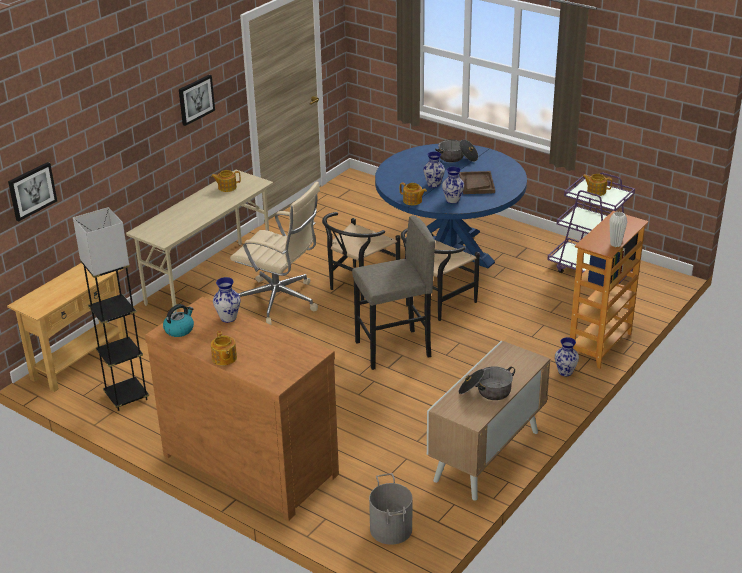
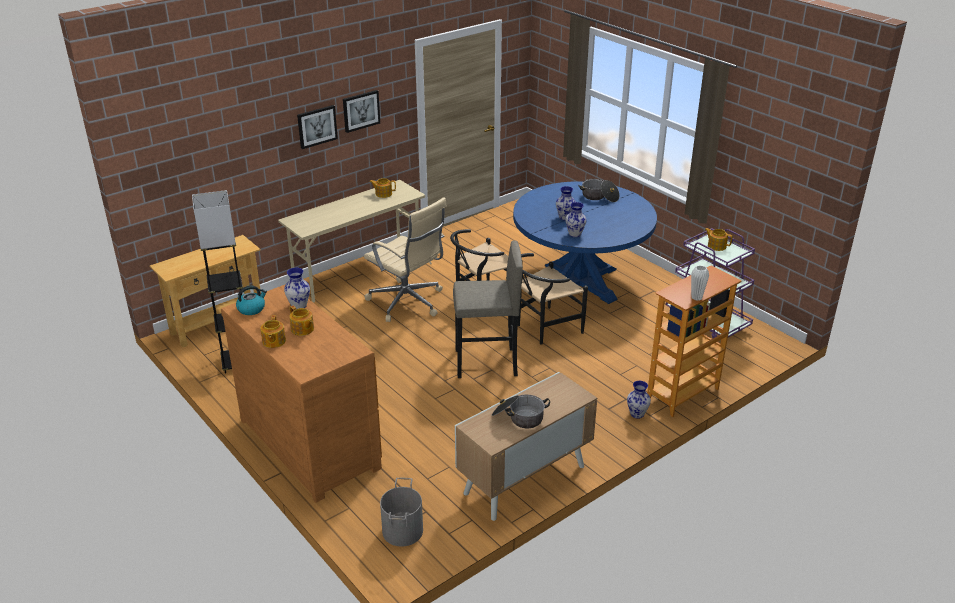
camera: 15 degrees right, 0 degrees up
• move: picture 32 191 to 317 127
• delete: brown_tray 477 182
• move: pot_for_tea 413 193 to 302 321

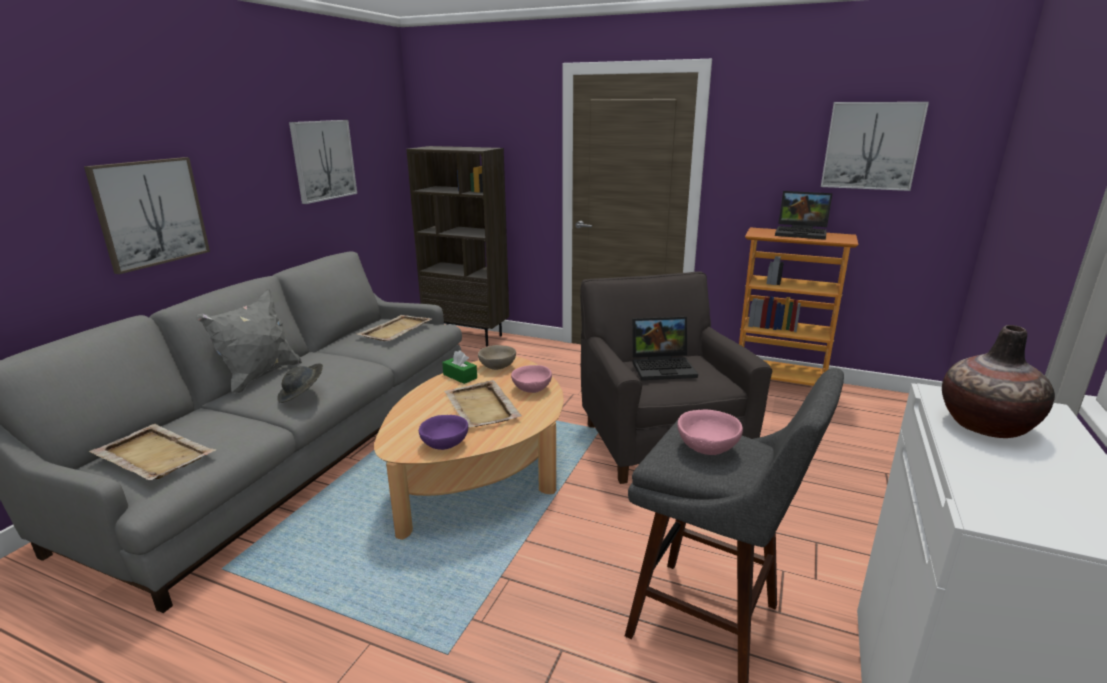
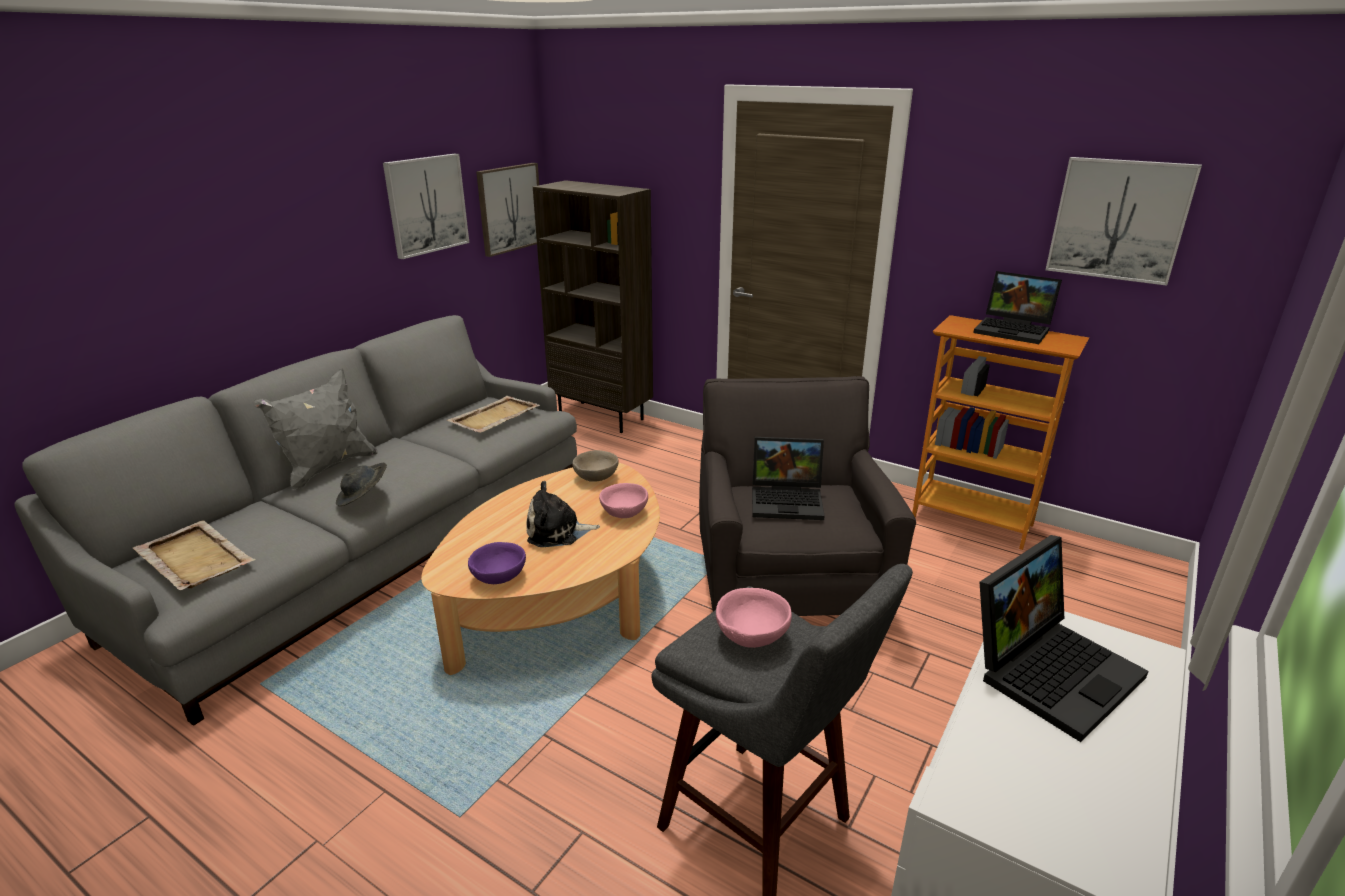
camera: 10 degrees right, 5 degrees up
• move: picture 147 215 to 507 210
• replace: flower_vase 998 381 to portable_computer 1064 638
• delete: greenish_tissue_box 459 367
• replace: sand-coloured_tray 483 404 to soft_toy 563 514

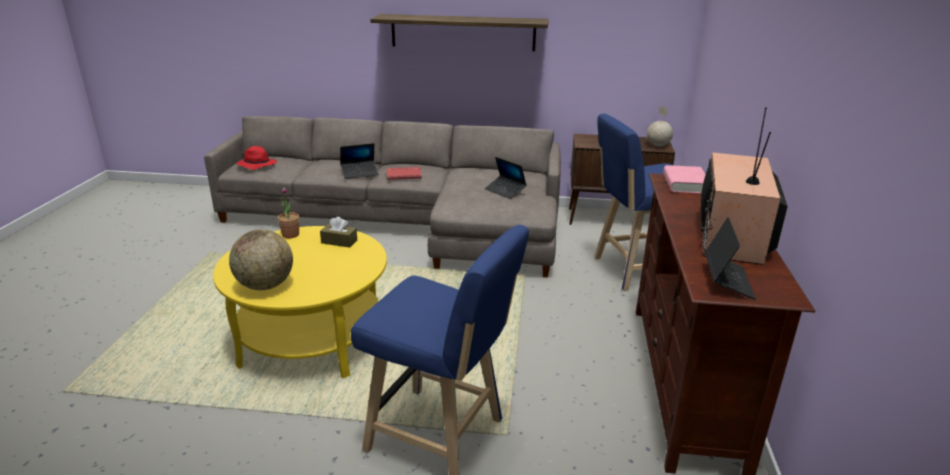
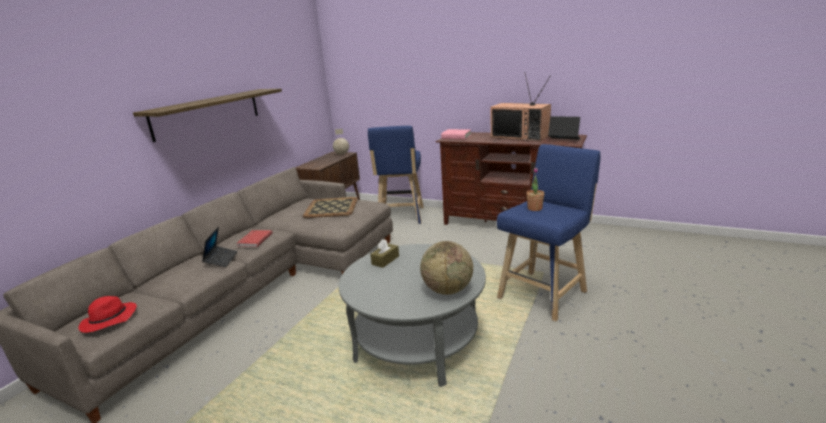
camera: 70 degrees left, 5 degrees down
• replace: portable_computer 506 178 to tray 330 207
• move: houseplant 288 212 to 535 189
• recolor: yellow-coloured_lounge_table 300 302 to grey_lounge_table 412 315

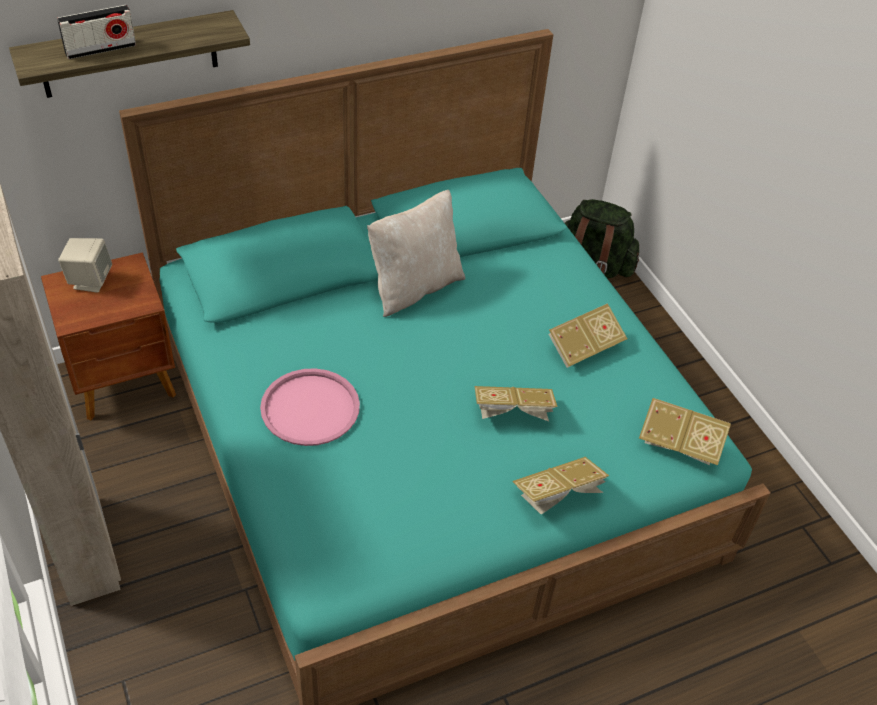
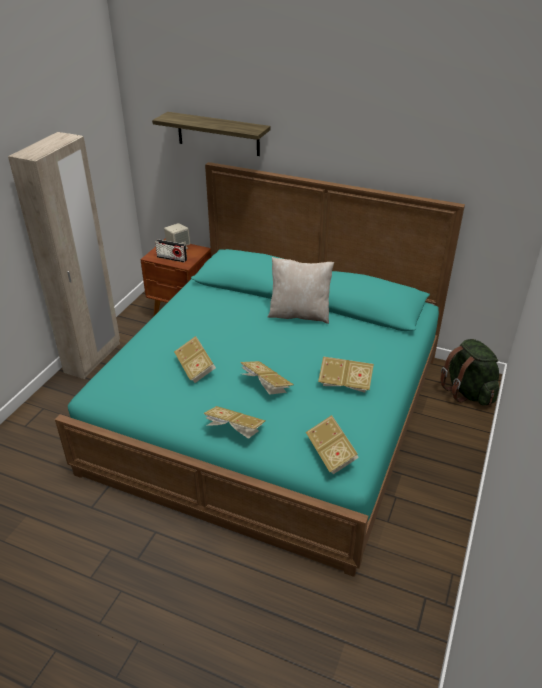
camera: 50 degrees right, 10 degrees down
• move: radio_receiver 96 32 to 171 250
• delete: pink-coloured_tray 310 407
• insert: book 195 359

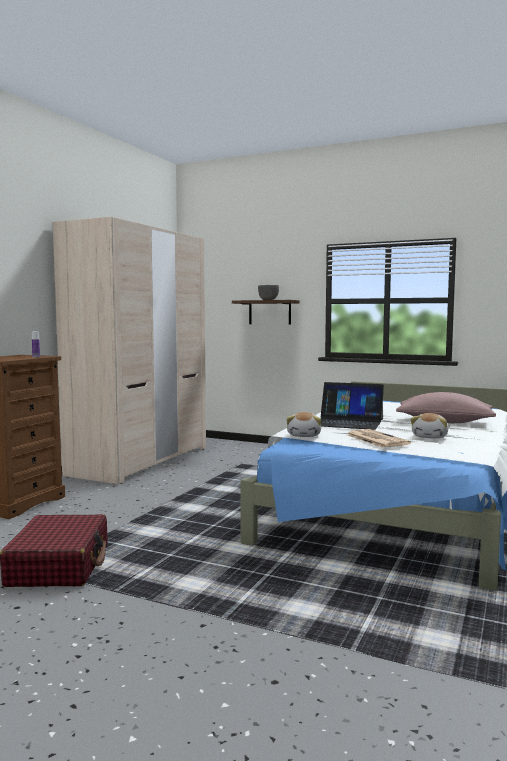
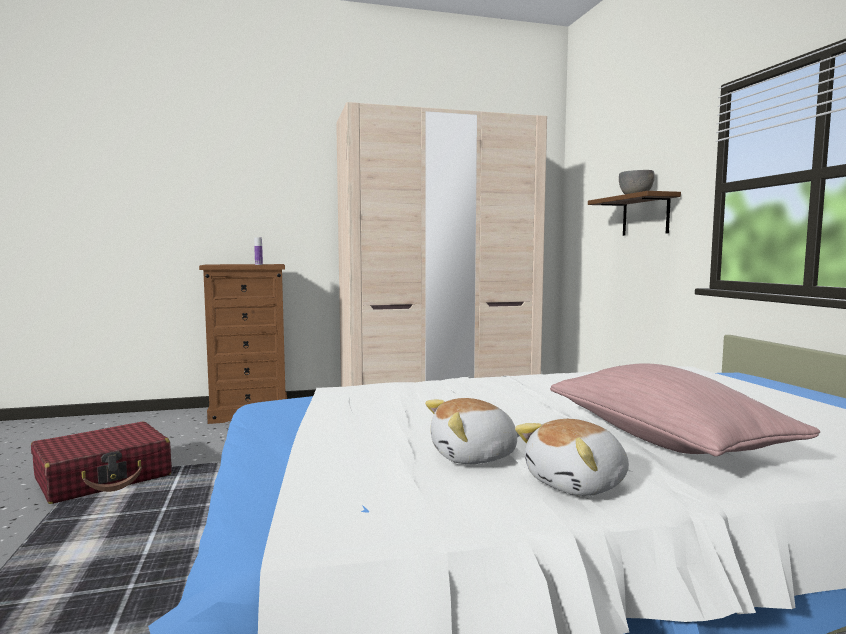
camera: 50 degrees right, 0 degrees up
• delete: portable_computer 352 406
• move: soft_toy 303 424 to 572 457
• delete: printed_paper 379 438

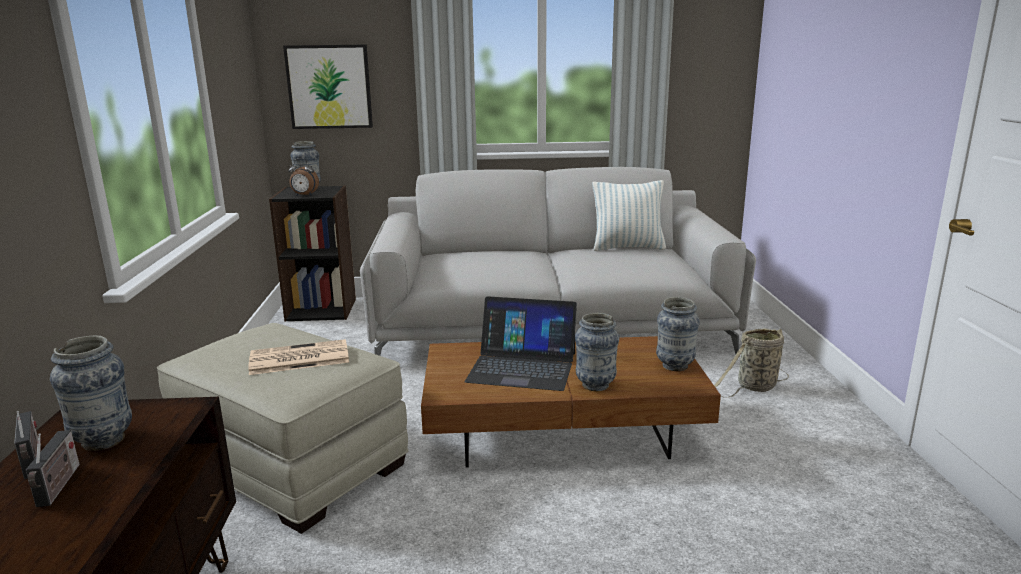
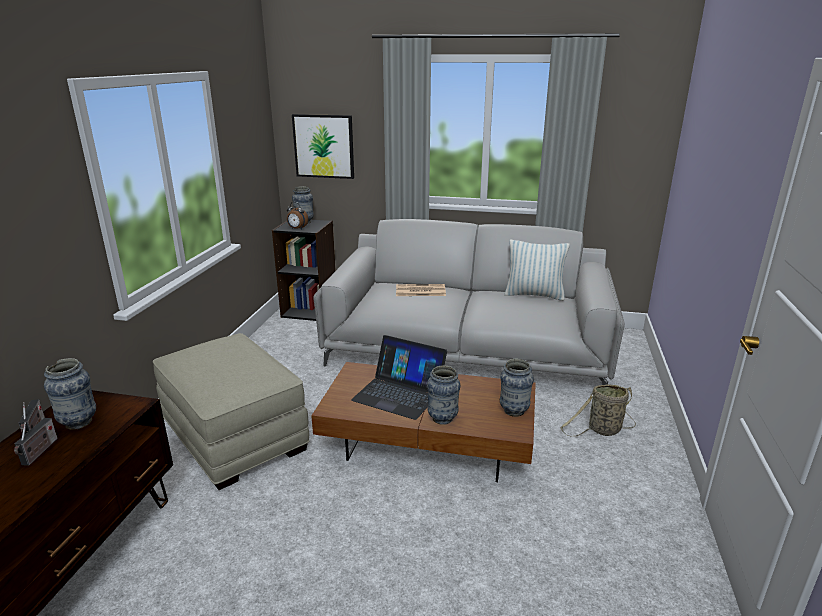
camera: 15 degrees right, 5 degrees up
• move: printed_paper 298 357 to 421 290

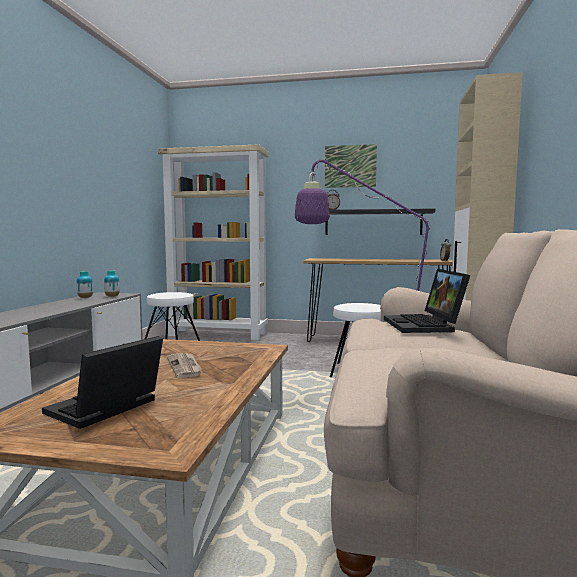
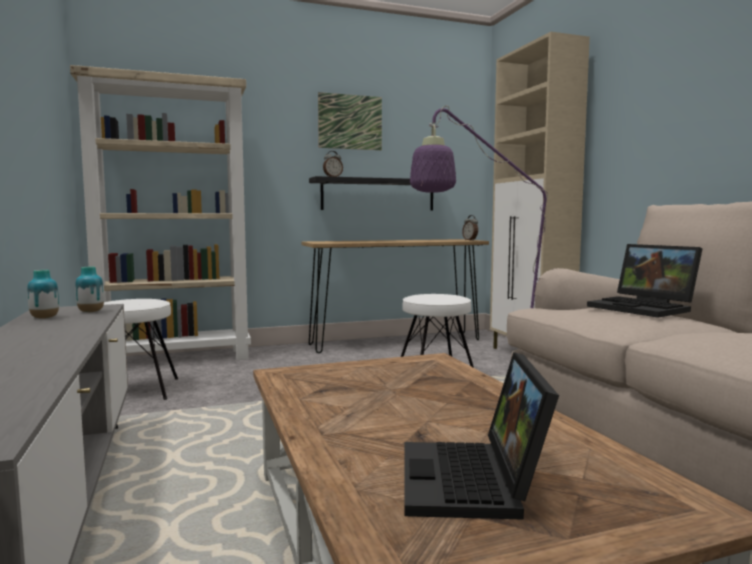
camera: 30 degrees left, 0 degrees up
• delete: printed_paper 184 365

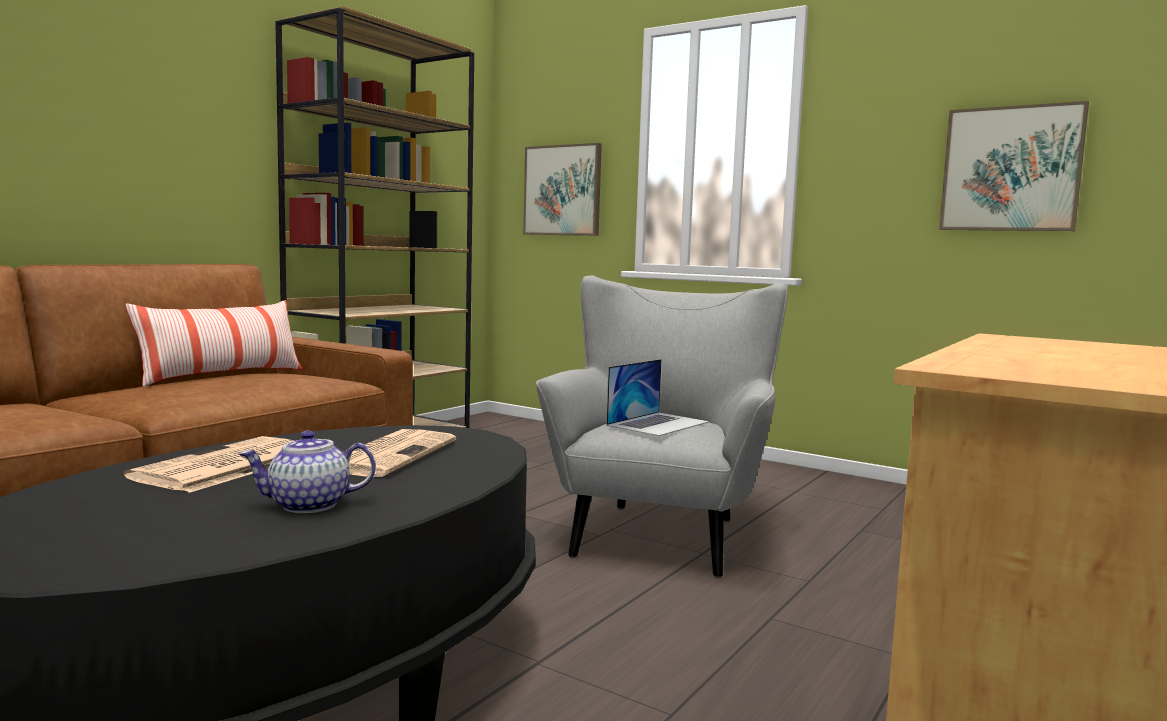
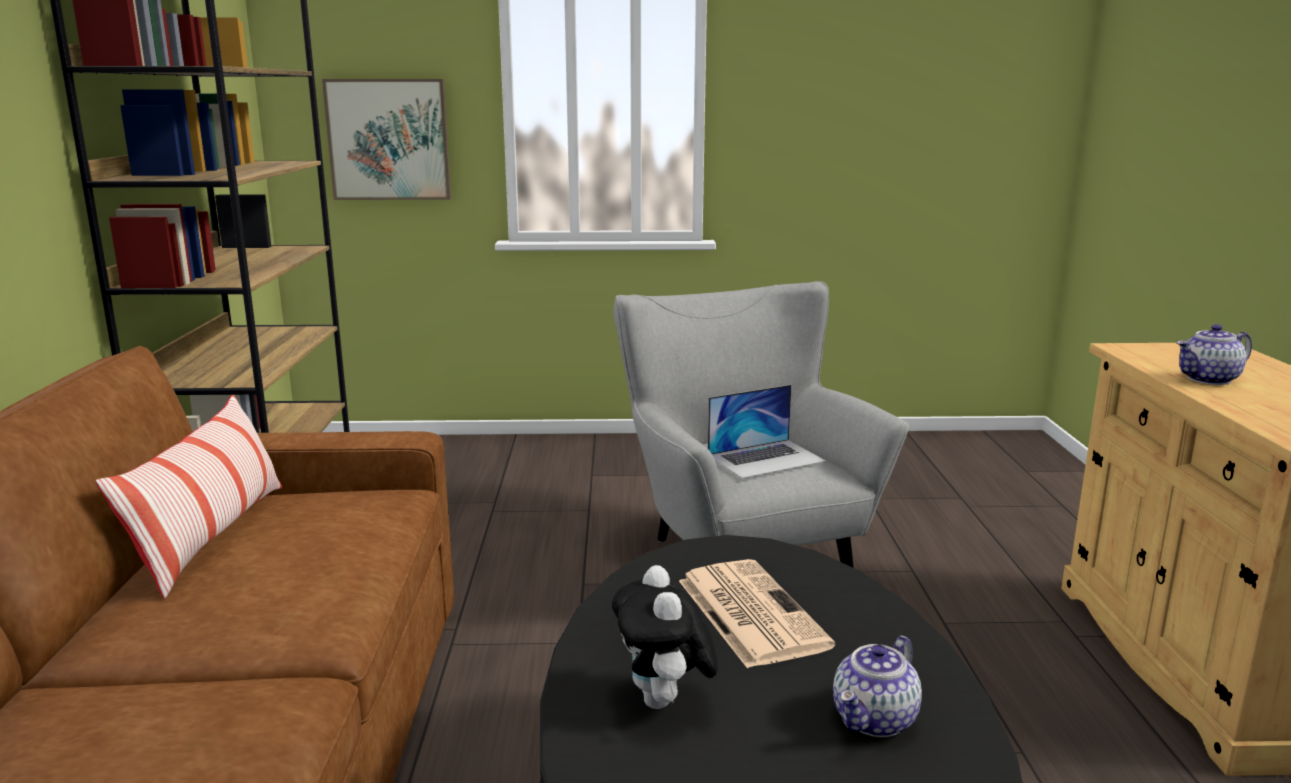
camera: 35 degrees left, 10 degrees up
• delete: picture 1014 166
• rotate: portable_computer 657 397 = 767 432 60 degrees clockwise
• replace: printed_paper 209 464 to soft_toy 665 637
• insert: pot_for_tea 1214 354

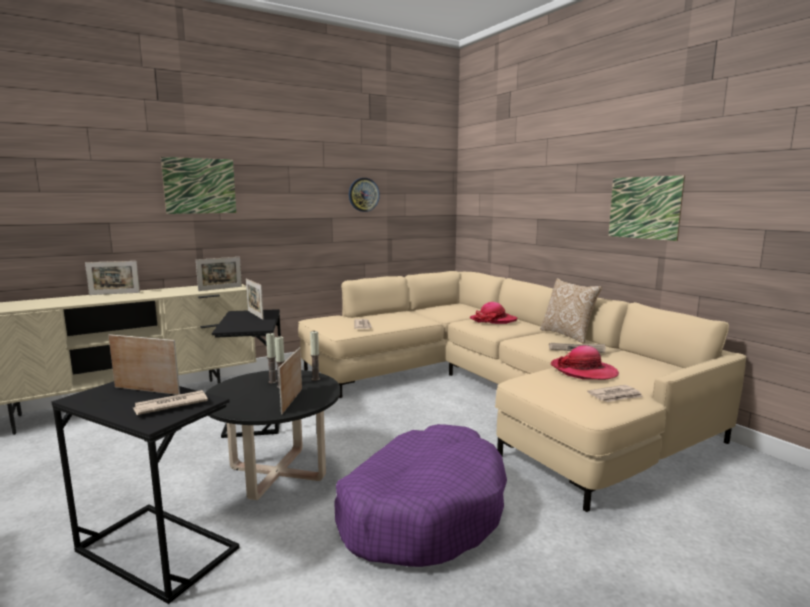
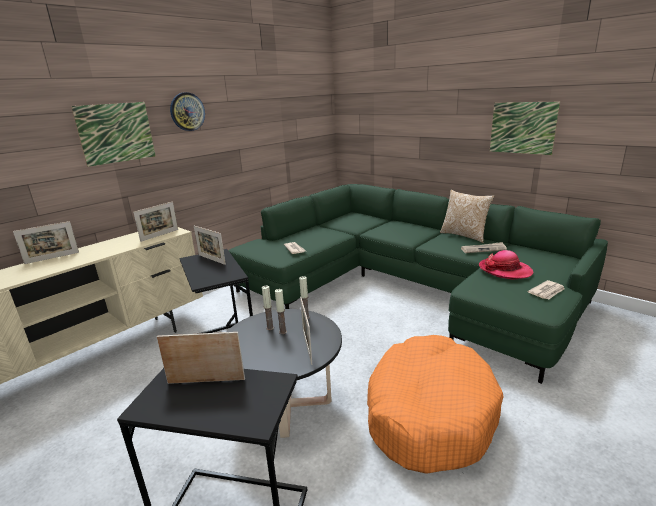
camera: 15 degrees left, 10 degrees up
• move: hanging_clock 364 195 to 187 111
• recolor: sand-coloured_sofa 522 391 to greenish_sofa 418 284
• delete: clothing_hat 493 313
• delete: printed_paper 170 402
• recolor: purple-coloured_dog_bed 420 495 to orange_dog_bed 435 404

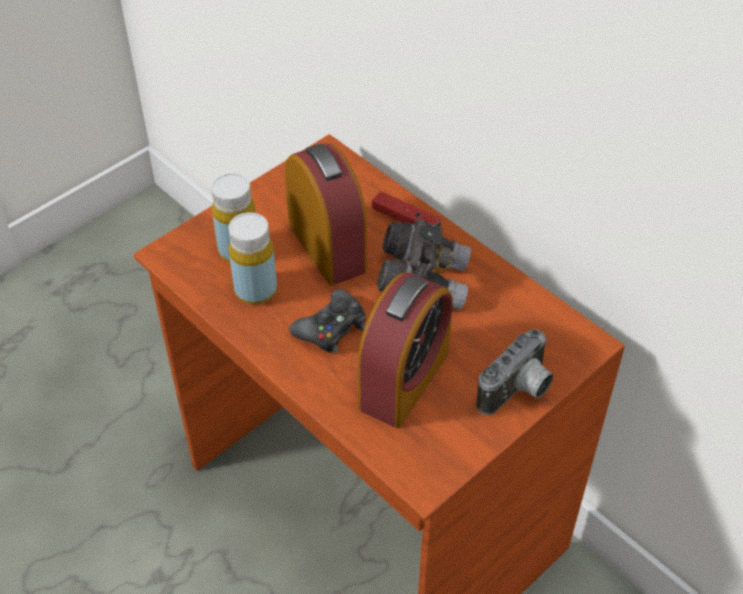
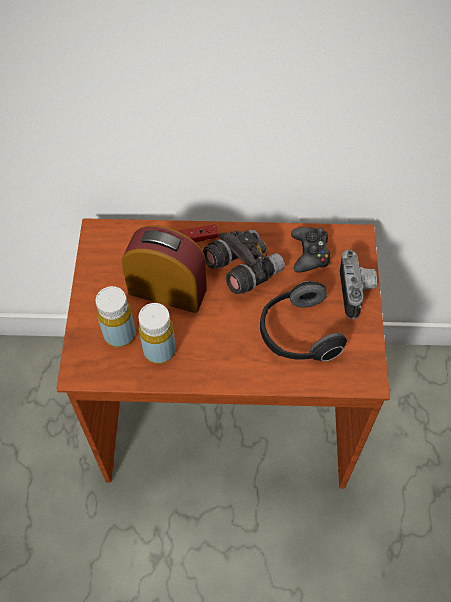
camera: 45 degrees left, 10 degrees up
• replace: alarm_clock 405 350 to headphones 303 321
• move: black_gamepad 327 321 to 310 250

